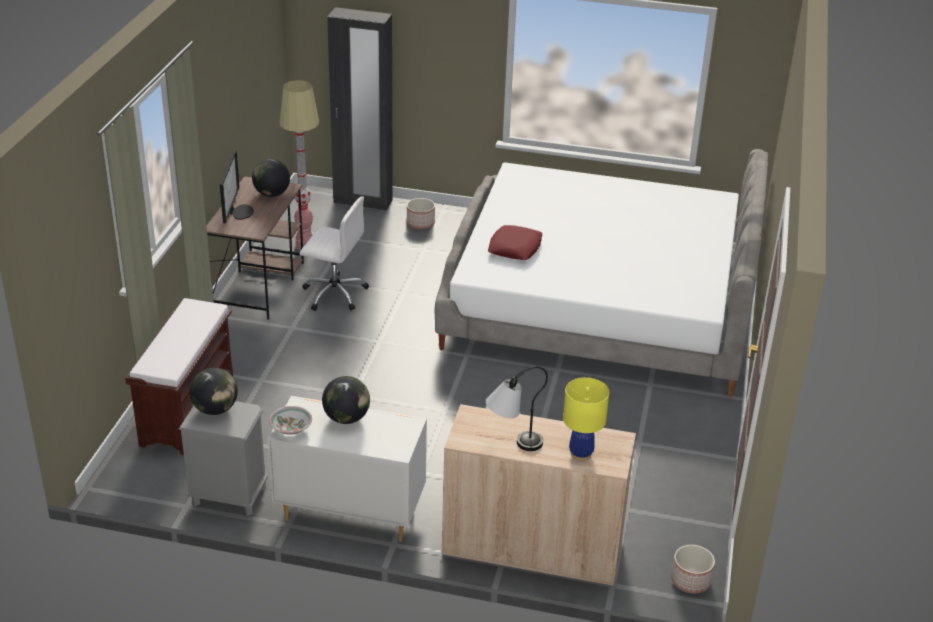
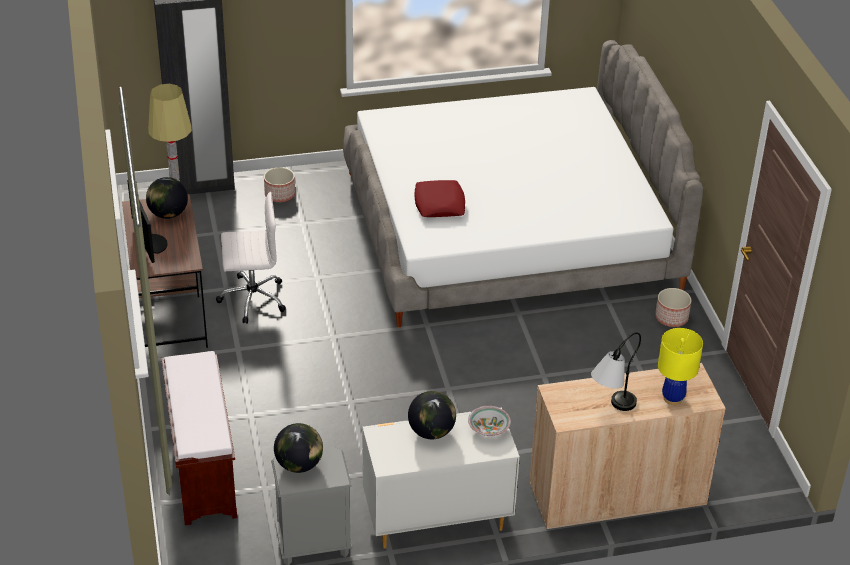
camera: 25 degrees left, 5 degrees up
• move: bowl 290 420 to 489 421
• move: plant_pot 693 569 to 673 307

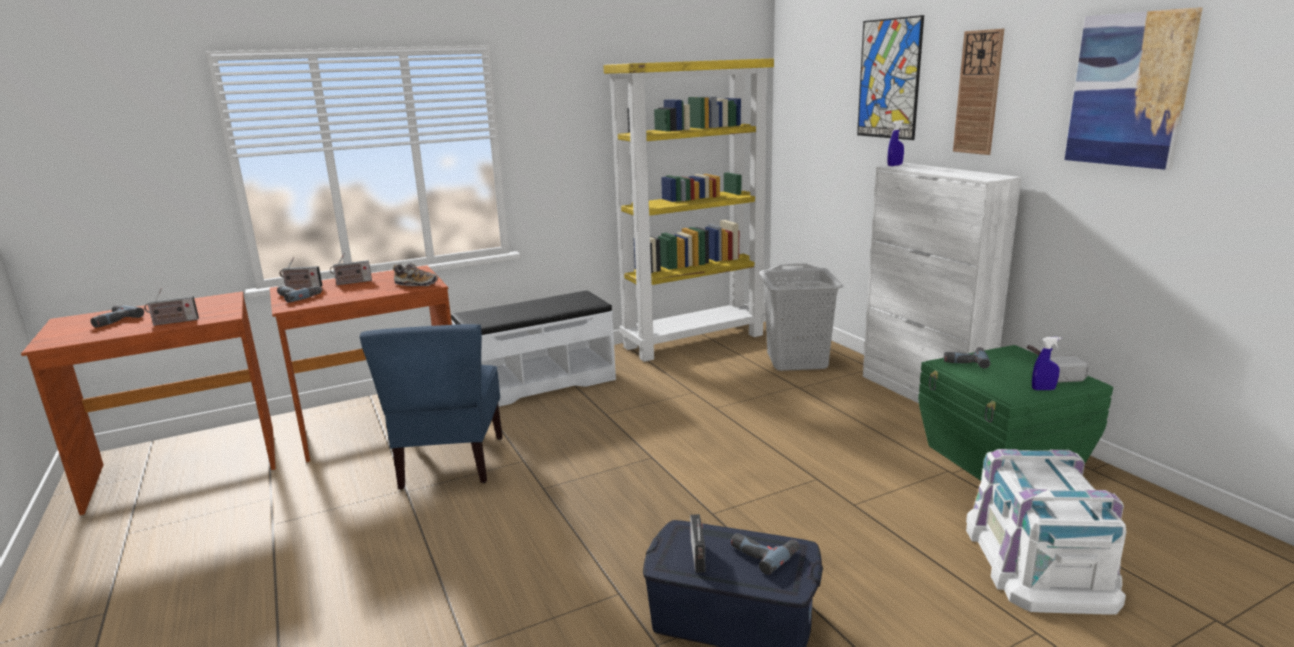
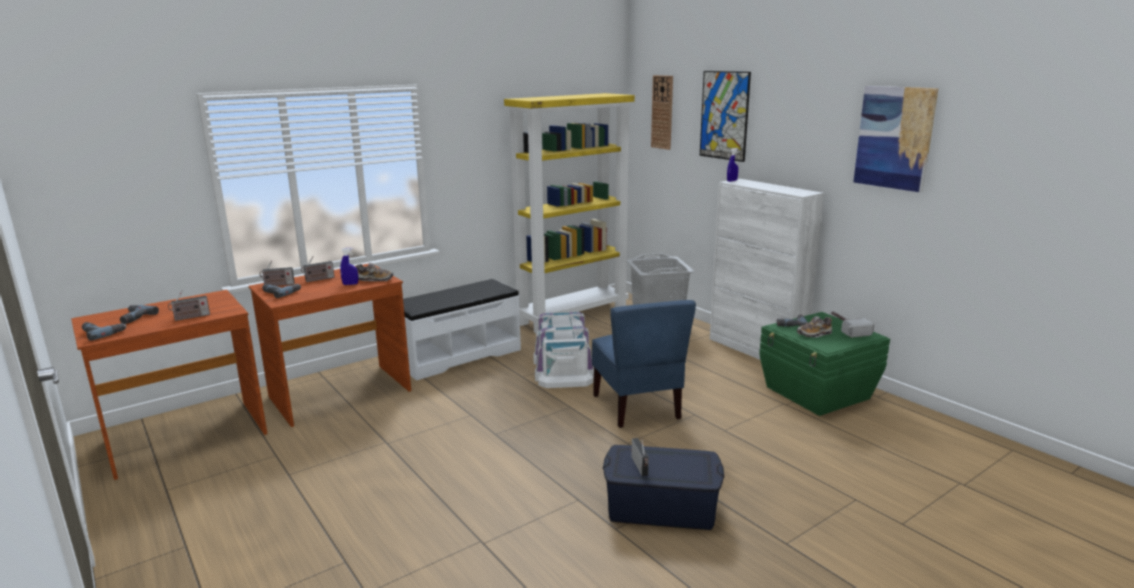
camera: 10 degrees left, 0 degrees up
• move: hanging_clock 978 92 to 662 112
• move: blue_upright_chair 431 407 to 644 364
• move: blue_hand_sprayer 1046 363 to 349 266
• move: white_storage_box 1046 532 to 563 350
• move: electric_drill 765 554 to 104 331
• insert: shoe 814 327

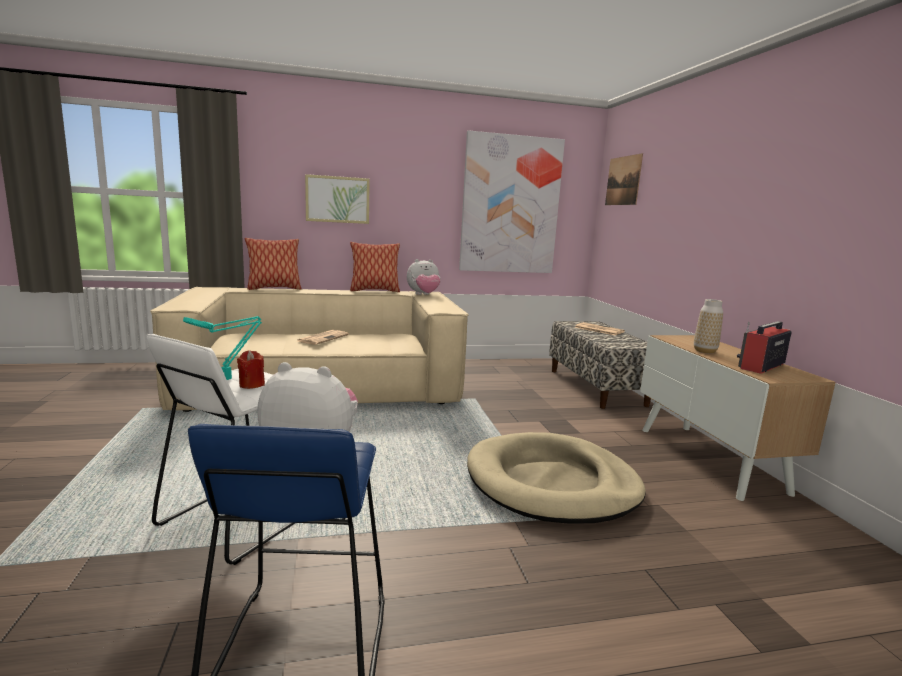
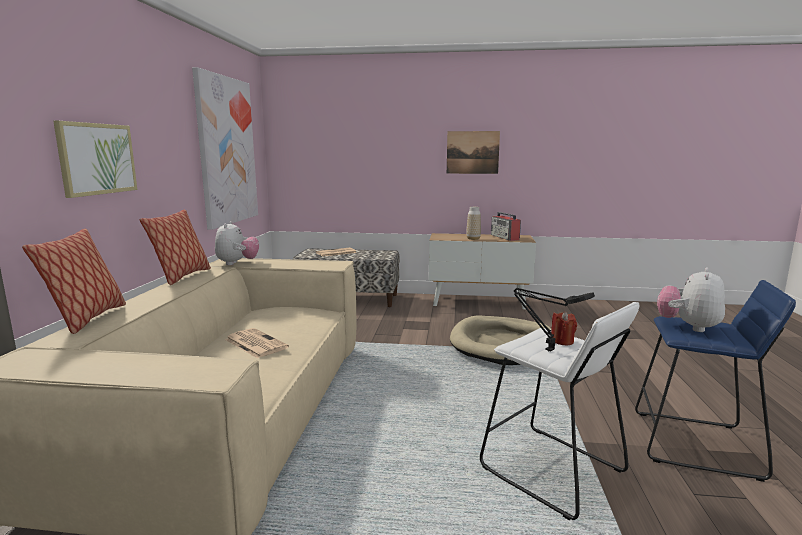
camera: 70 degrees left, 0 degrees up
• move: picture 624 179 to 473 152
• recolor: turquoise-coloured_tabletop_lamp 222 348 to black_tabletop_lamp 554 319

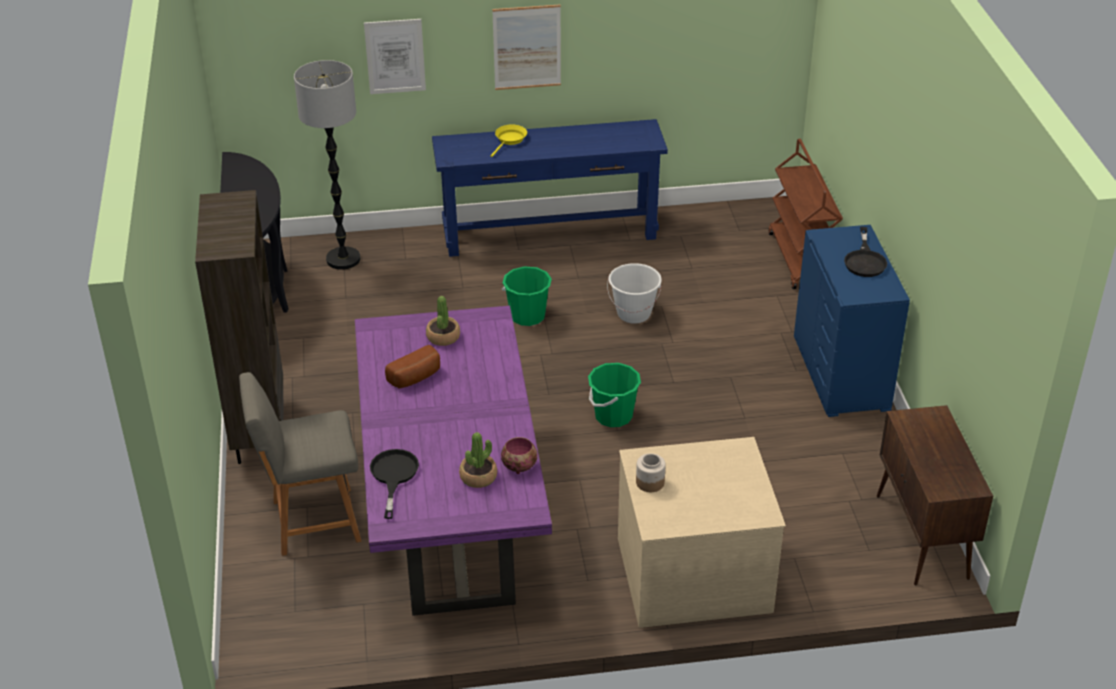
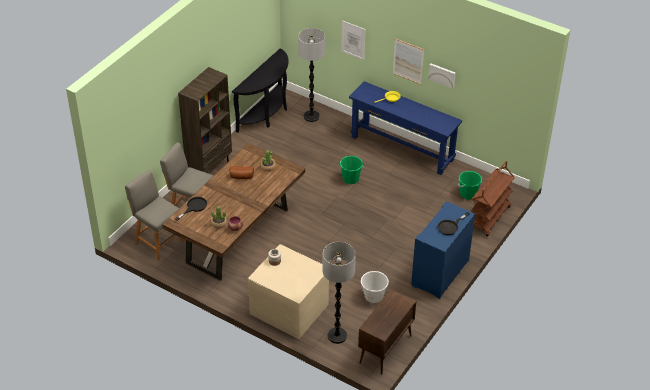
camera: 40 degrees right, 5 degrees up
• move: white_pail 634 293 to 375 287
• recolor: purple-coloured_dinner_table 453 460 to brown_dinner_table 233 212
• move: greenish_pail 614 395 to 470 185
• insert: picture 442 76
• insert: grey_upright_chair 154 215
• insert: floor_lamp 339 293

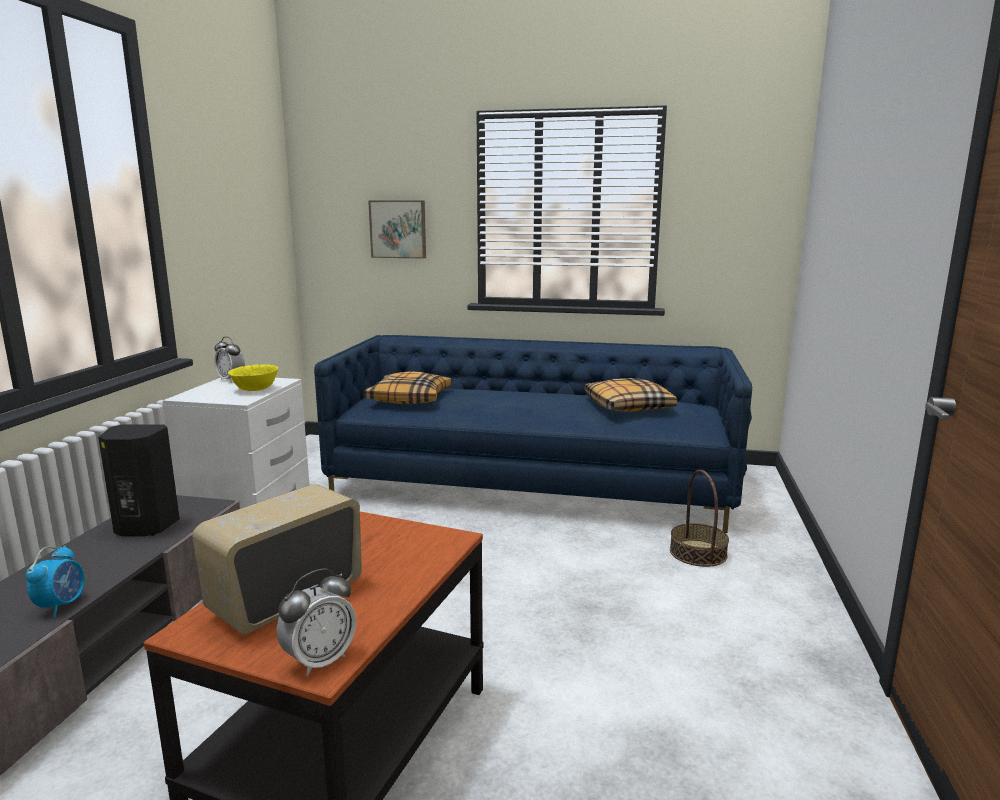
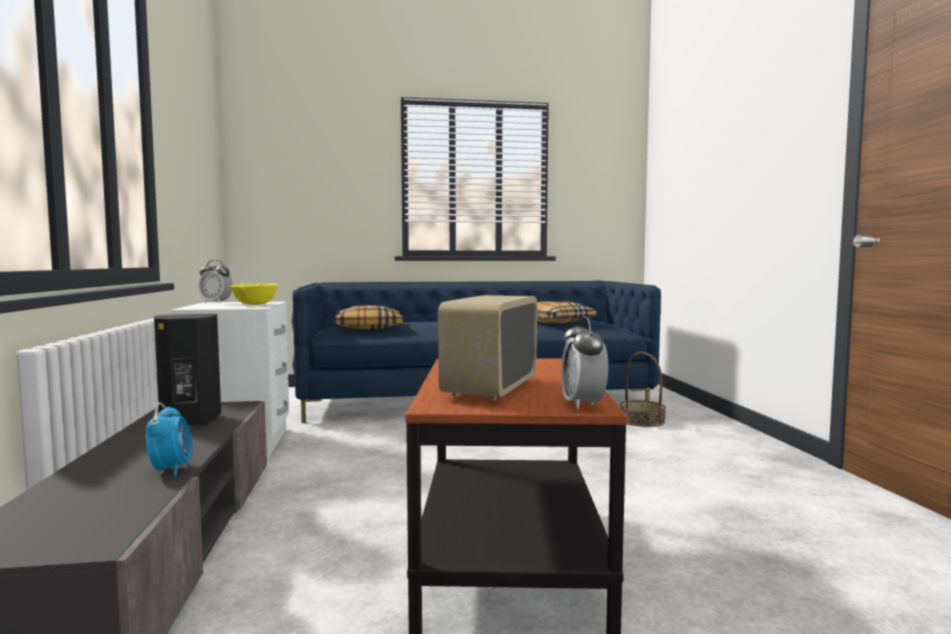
camera: 20 degrees left, 10 degrees down
• delete: picture 397 229
• rotate: alarm_clock 316 622 = 584 363 150 degrees clockwise

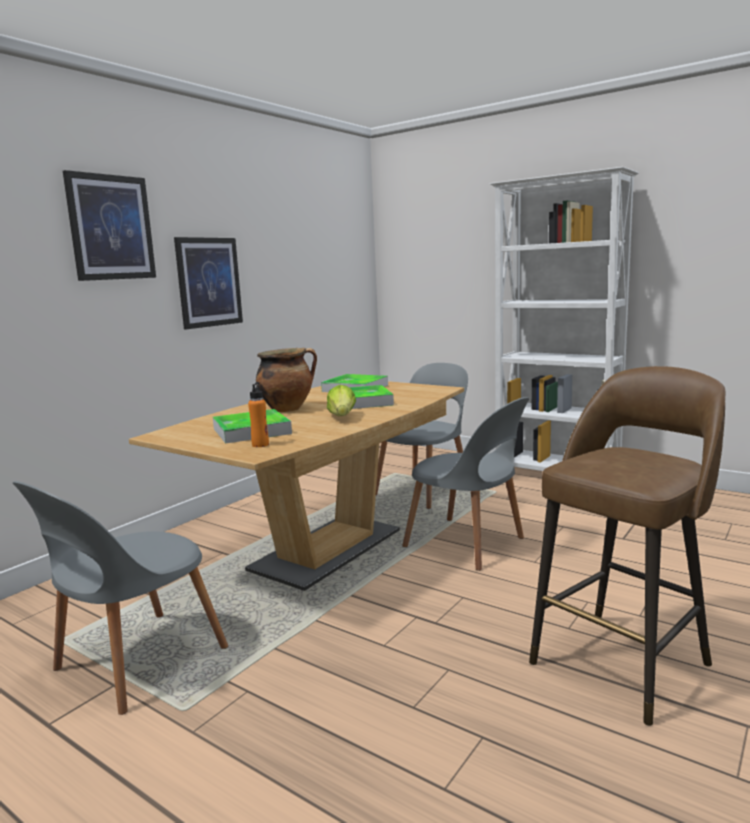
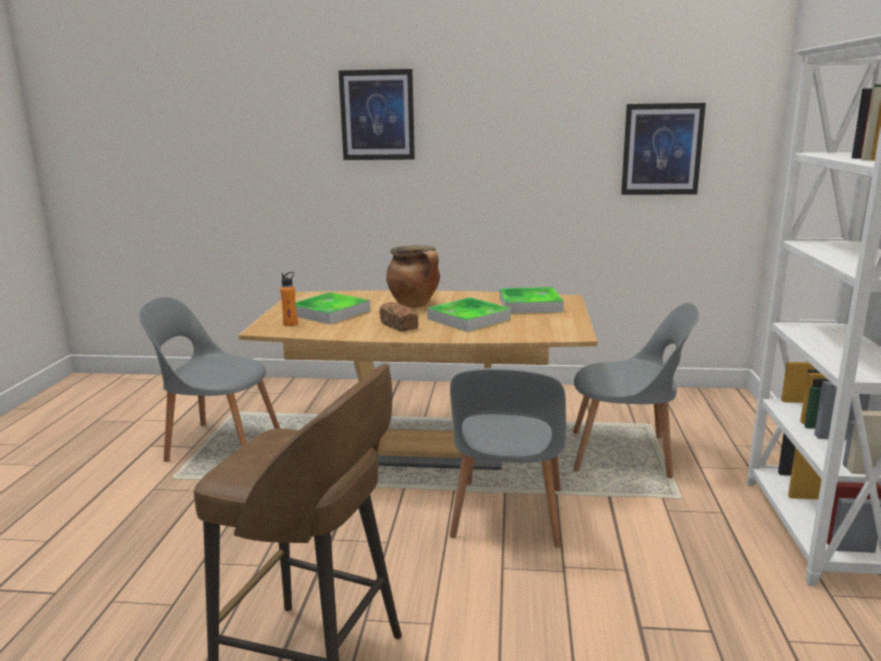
camera: 60 degrees right, 5 degrees up
• move: picture 208 283 to 663 149
• replace: lettuce_head 341 400 to baked_bread 398 317

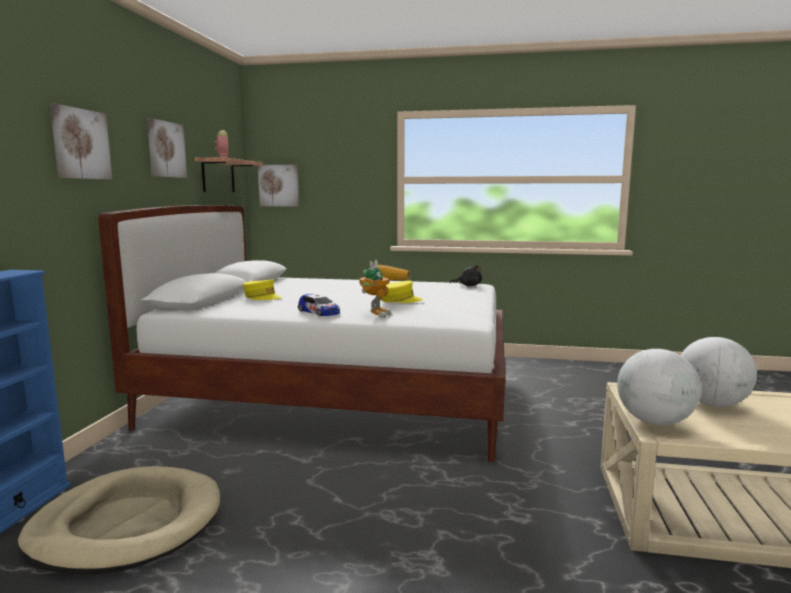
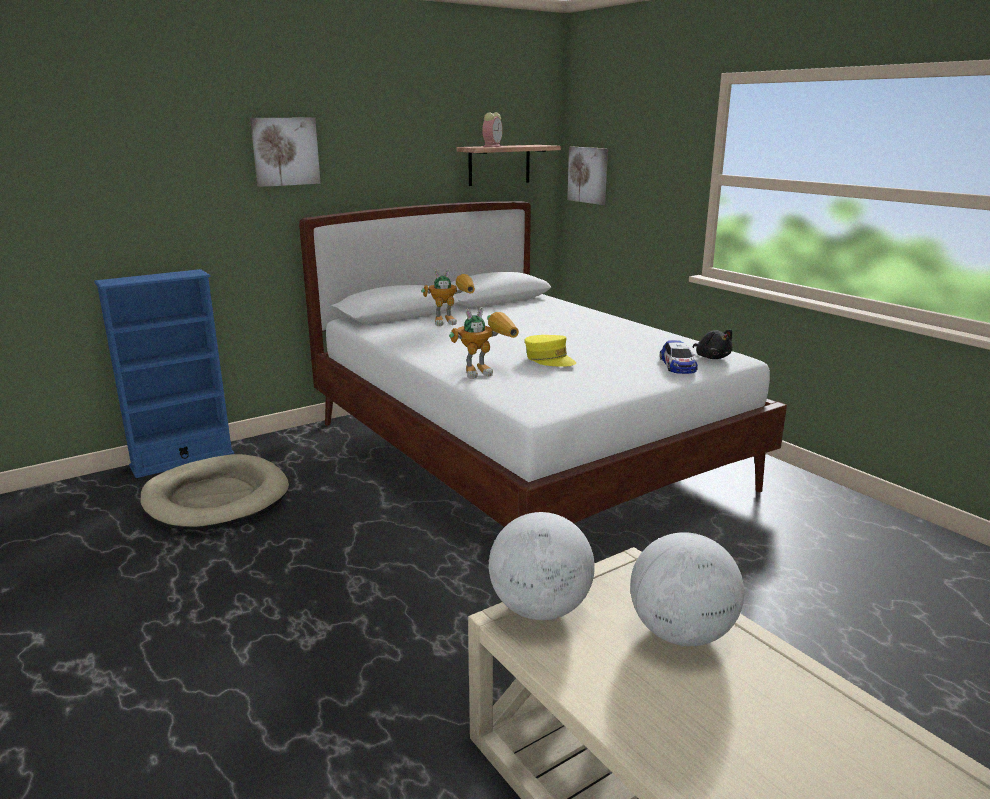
camera: 45 degrees right, 10 degrees up
• delete: picture 167 148
• replace: yellow-coloured_cap 262 289 to toy_robot 448 297
• move: toy_car 319 305 to 679 357

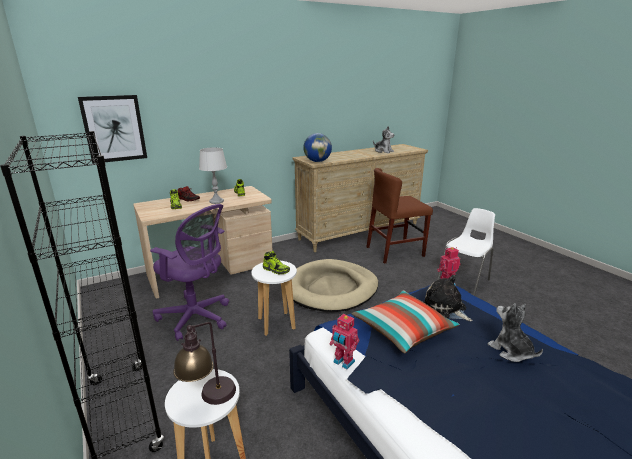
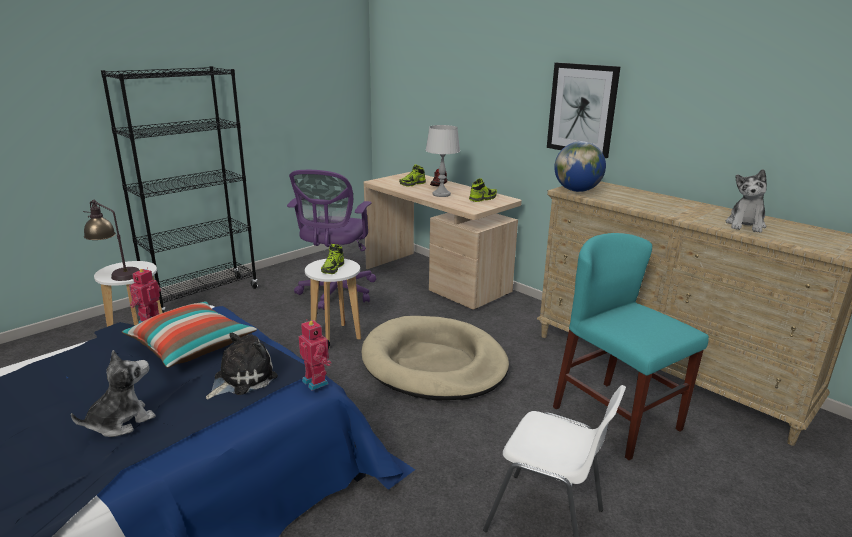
camera: 75 degrees right, 0 degrees up
• move: picture 112 129 to 583 110
• recolor: brown_upright_chair 399 216 to turquoise-coloured_upright_chair 631 346

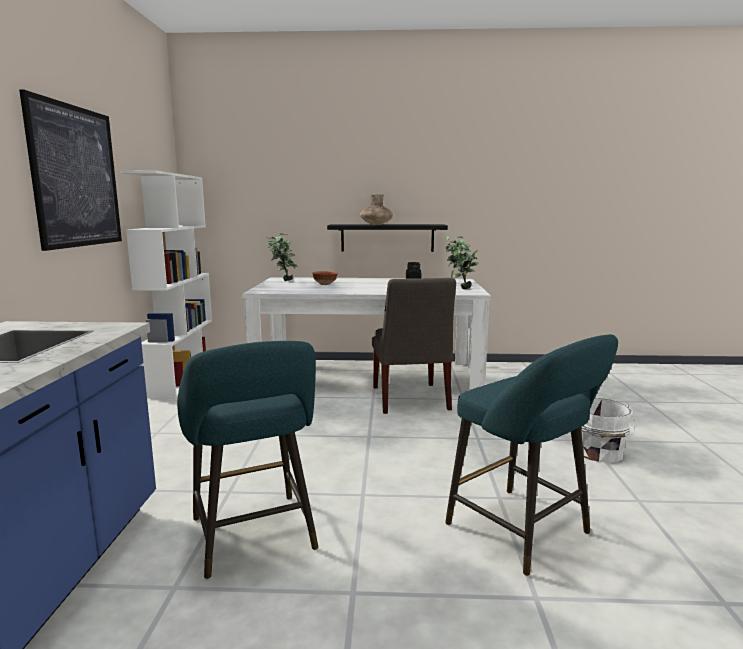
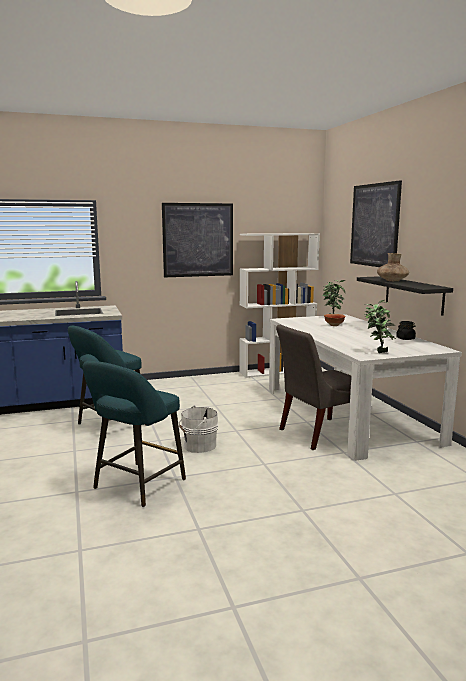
camera: 70 degrees right, 0 degrees up
• move: white_pail 608 430 to 198 429
• insert: picture 376 223

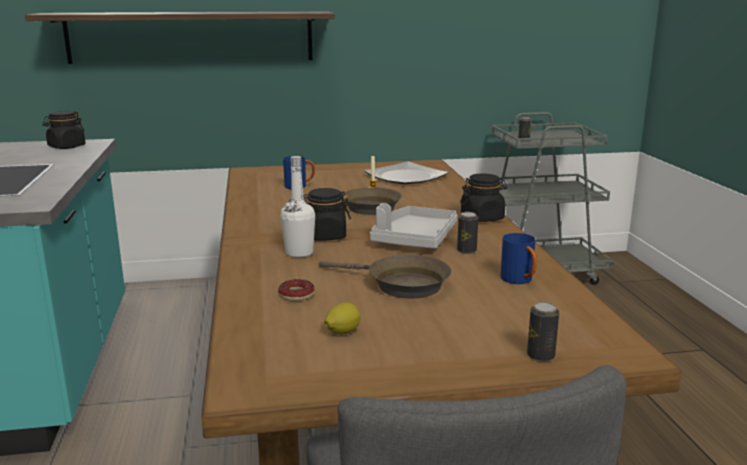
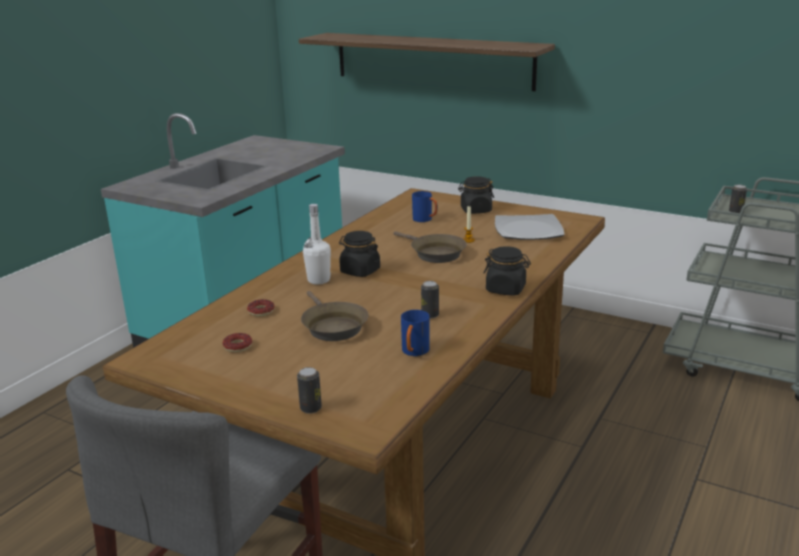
camera: 40 degrees right, 5 degrees up
• move: black_jar 63 130 to 476 195
• delete: grey_tray 413 226
• replace: citrus_fruit 342 318 to donut 237 342

